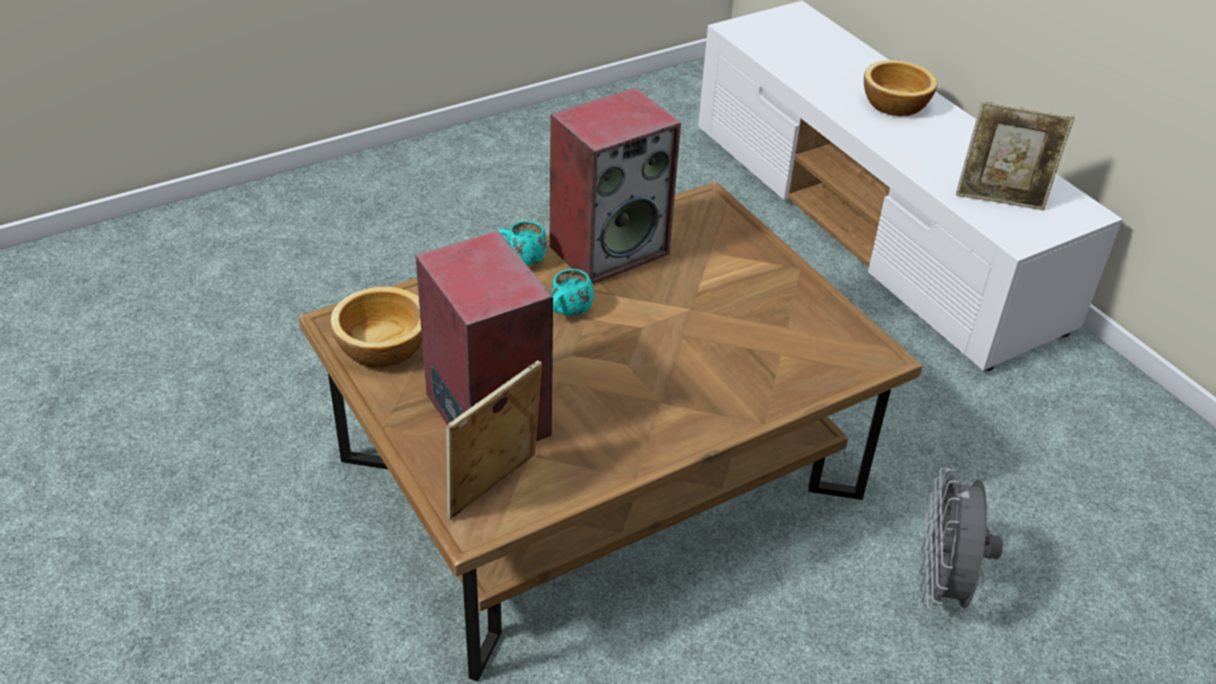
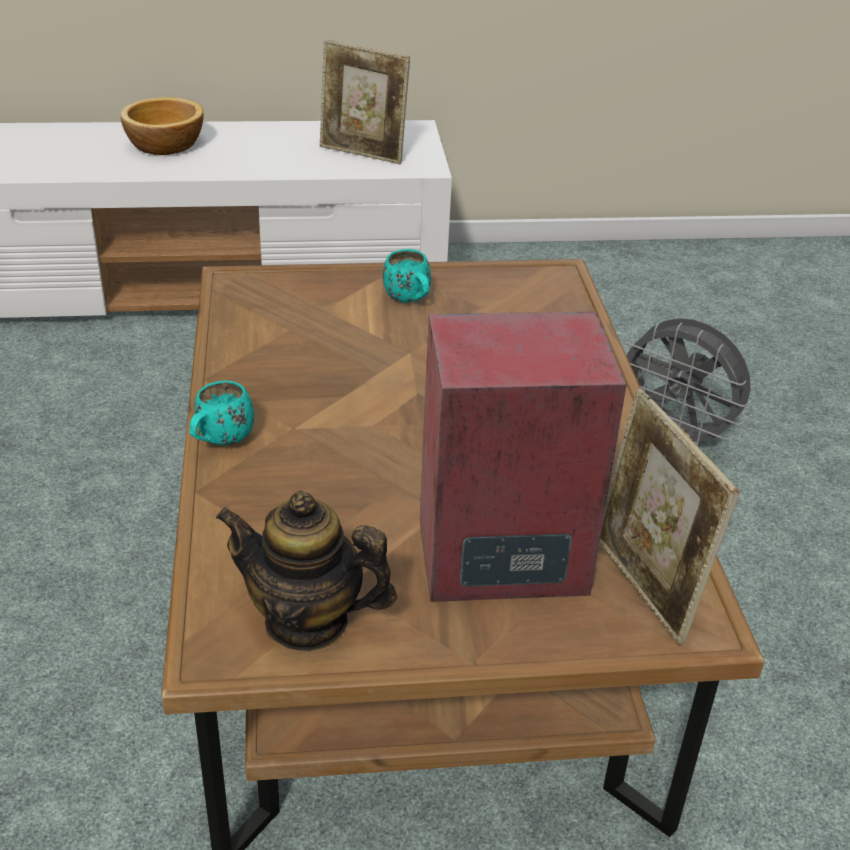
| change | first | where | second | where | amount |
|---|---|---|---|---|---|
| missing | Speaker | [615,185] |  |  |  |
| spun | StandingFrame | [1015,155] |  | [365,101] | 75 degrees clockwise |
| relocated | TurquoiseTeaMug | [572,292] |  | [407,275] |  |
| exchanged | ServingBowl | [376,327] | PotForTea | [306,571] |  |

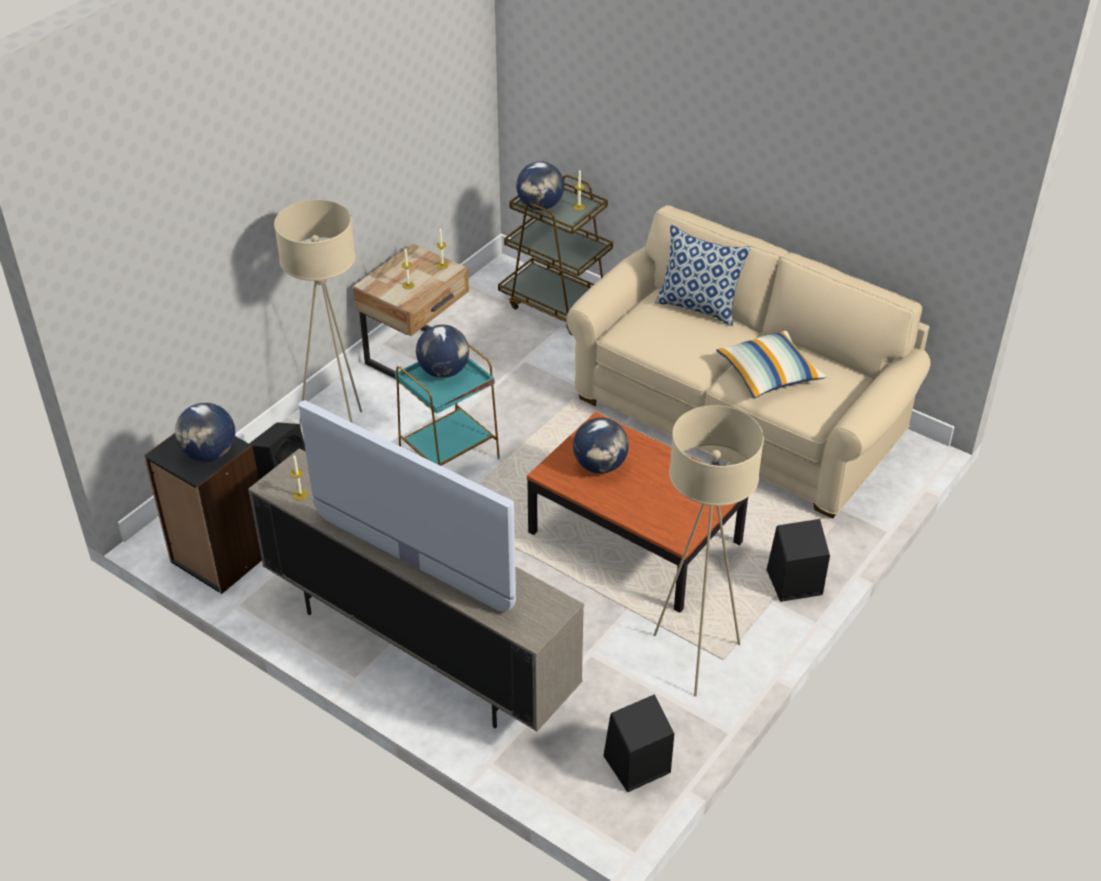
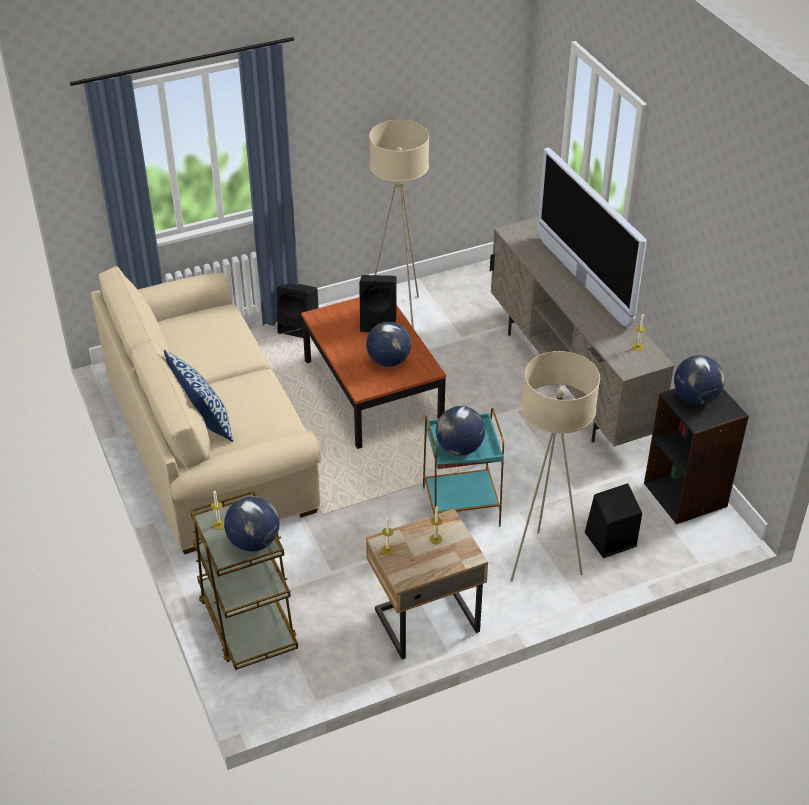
| change | first | where | second | where | amount |
|---|---|---|---|---|---|
| missing | ThrowPillow | [771,364] |  |  |  |
| relocated | BlackColouredSpeaker | [638,743] |  | [378,303] |  |

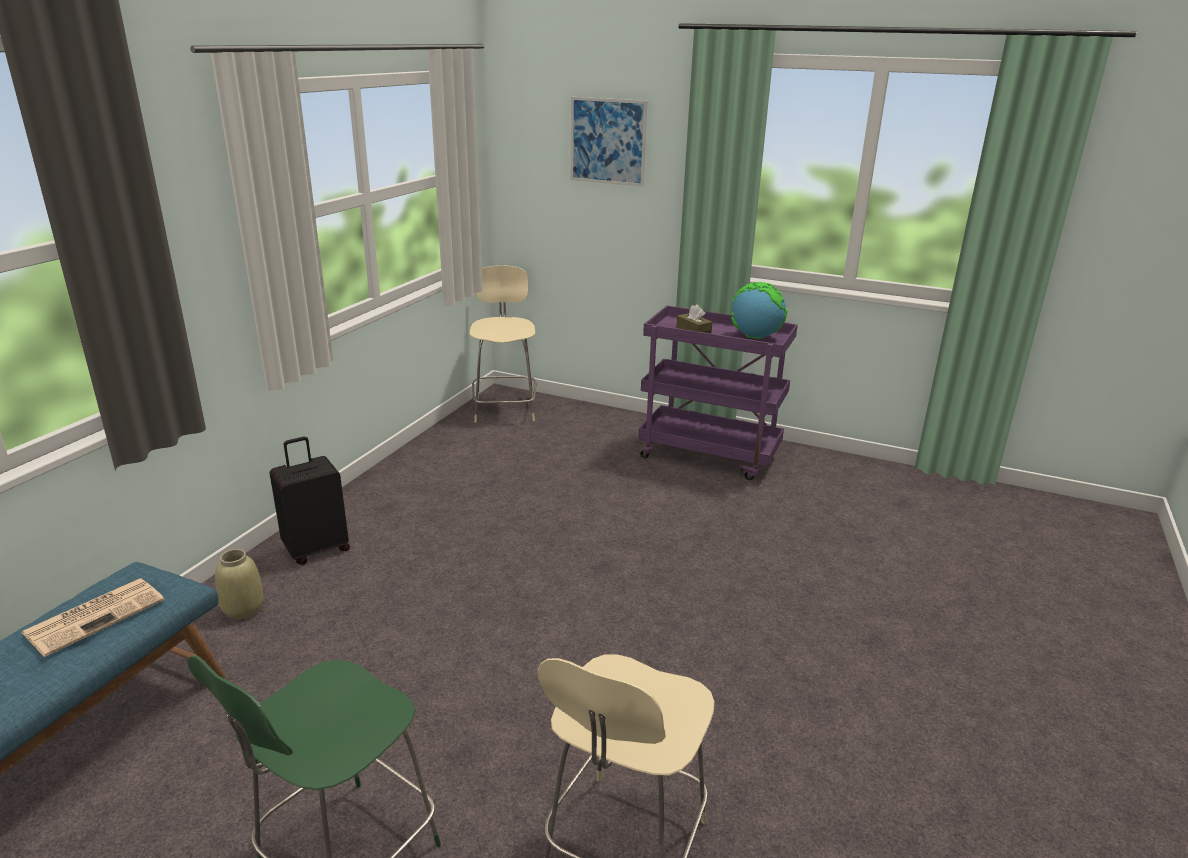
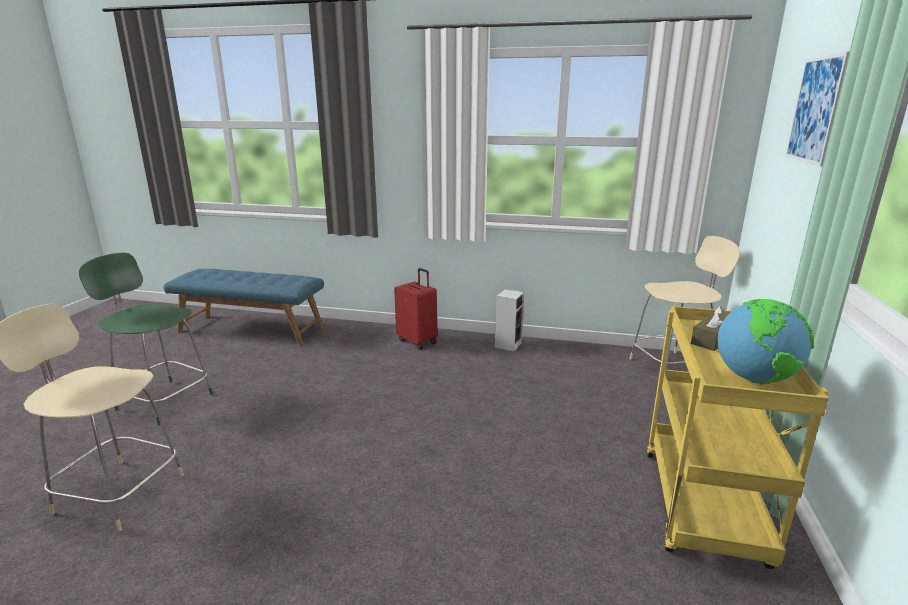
| change | first | where | second | where | amount |
|---|---|---|---|---|---|
| colour | PurpleColouredTrolley | [718,393] | YellowishTrolley | [738,437] |  |
| colour | BlackColouredPieceOfLuggage | [310,500] | ReddishPieceOfLuggage | [415,309] |  |
| missing | BeigeColouredVase | [239,584] |  |  |  |
| missing | DailyPaper | [93,617] |  |  |  |
| appeared |  |  | Speaker | [509,320] |  |

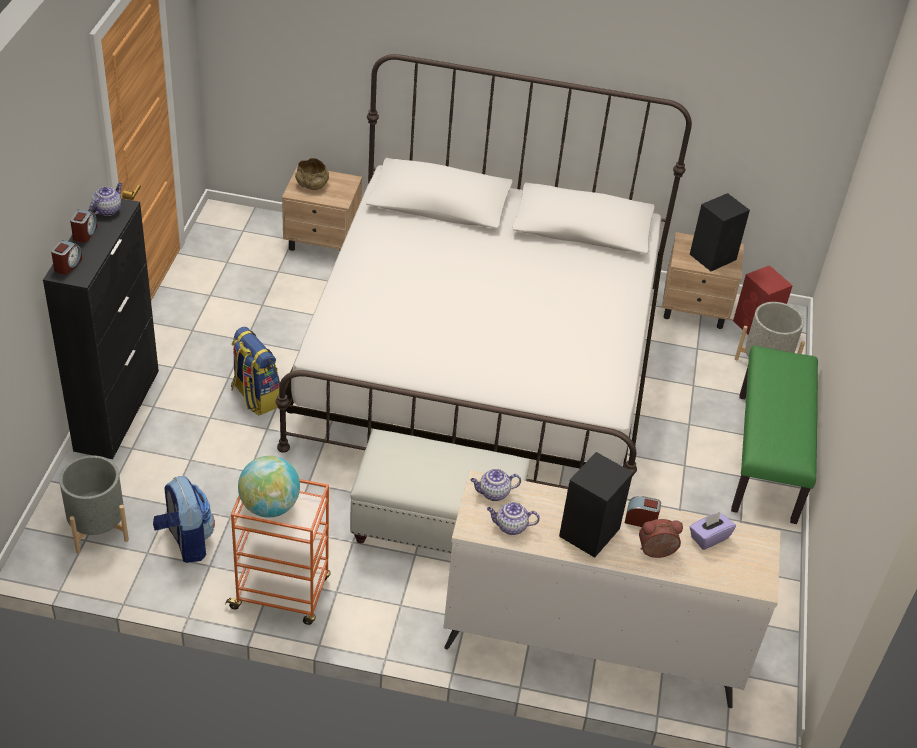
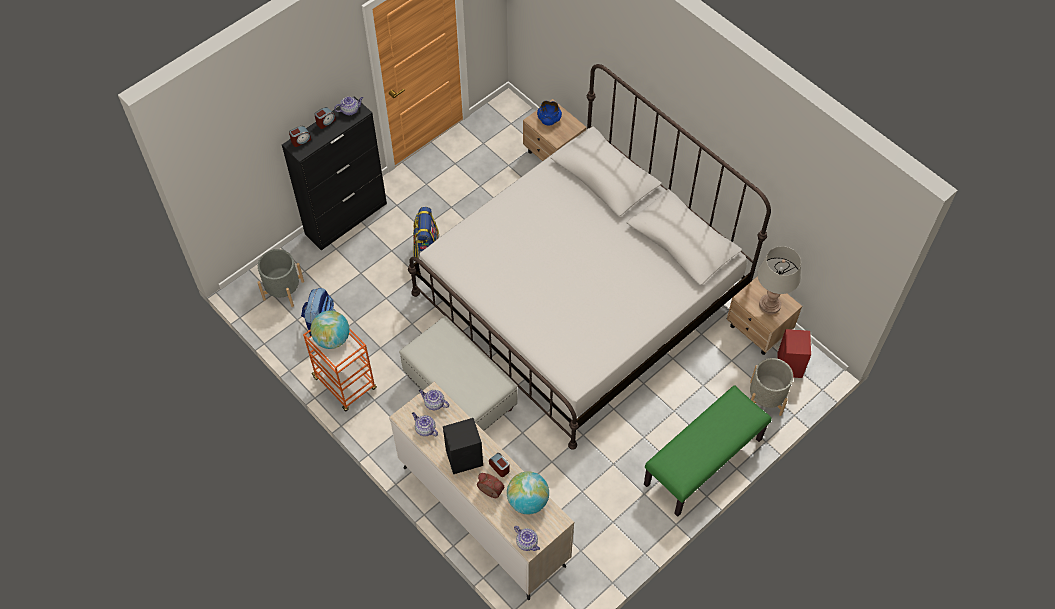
| change | first | where | second | where | amount |
|---|---|---|---|---|---|
| colour | BeigeColouredServingBowl | [312,174] | BluishServingBowl | [549,113] |  |
| exchanged | BlackColouredSpeaker | [720,232] | GreyishTableLamp | [779,280] |  |
| exchanged | PurpleColouredTissueBox | [713,531] | WorldGlobe | [528,492] |  |
| appeared |  |  | PotForTea | [527,538] |  |

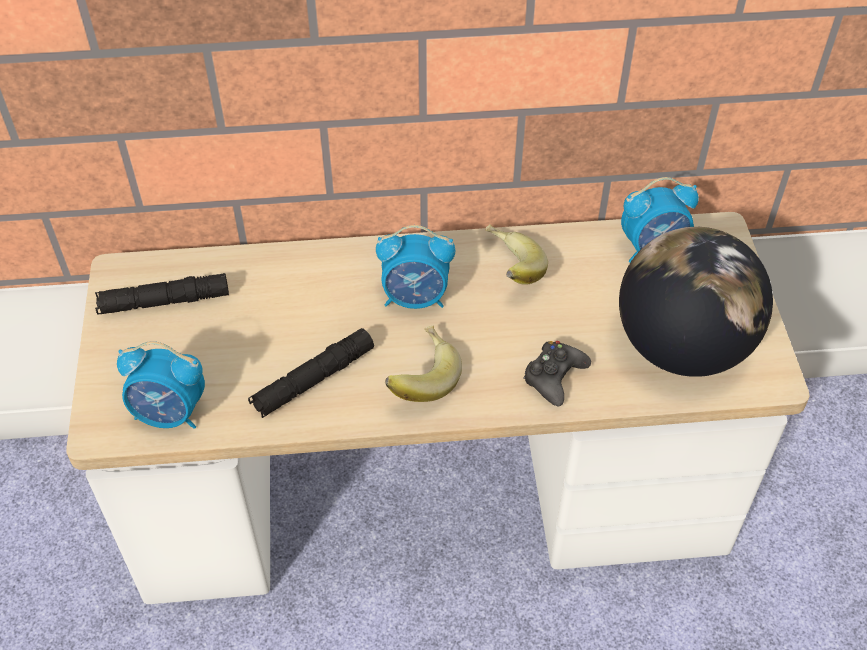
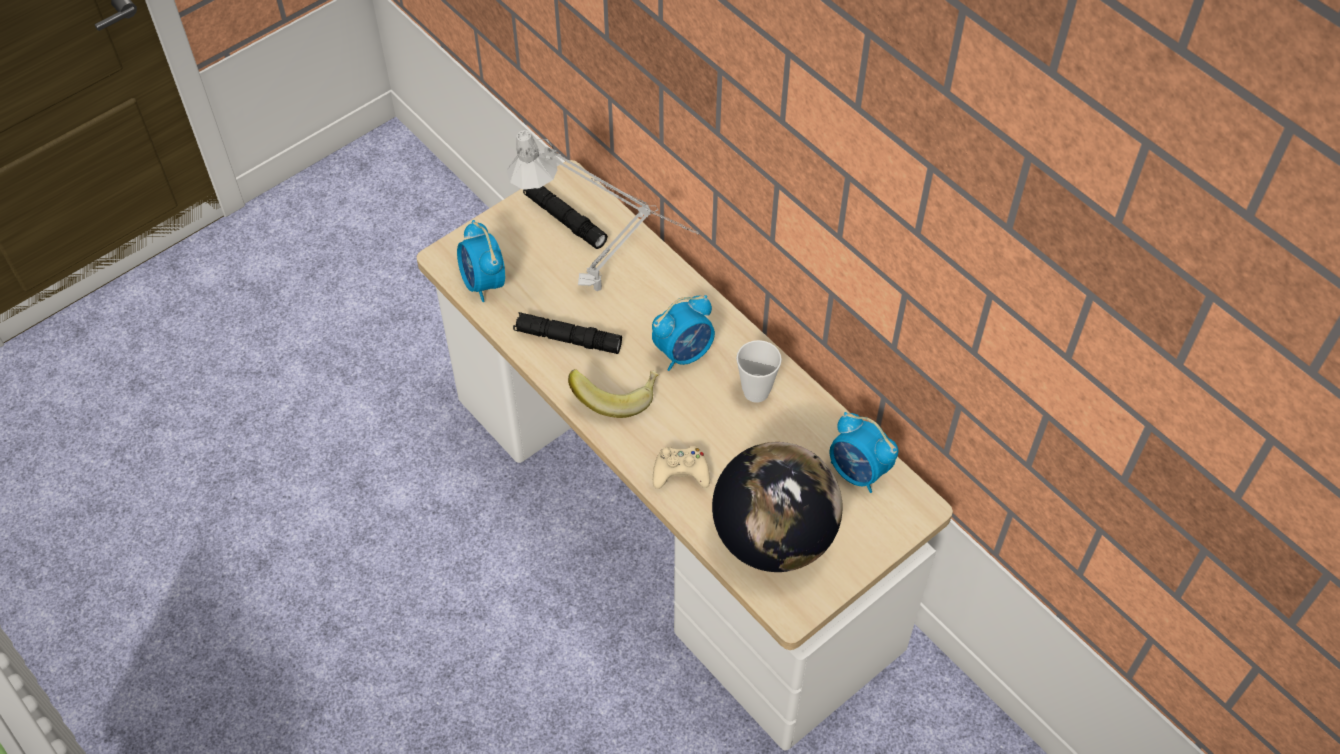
| change | first | where | second | where | amount |
|---|---|---|---|---|---|
| exchanged | WholeBanana | [517,254] | Cup | [759,371] |  |
| spun | TableClock | [415,267] |  | [683,333] | 90 degrees counterclockwise |
| colour | BlackColouredGamepad | [557,374] | BeigeColouredGamepad | [681,467] |  |
| appeared |  |  | GreyishTableLamp | [602,210] |  |

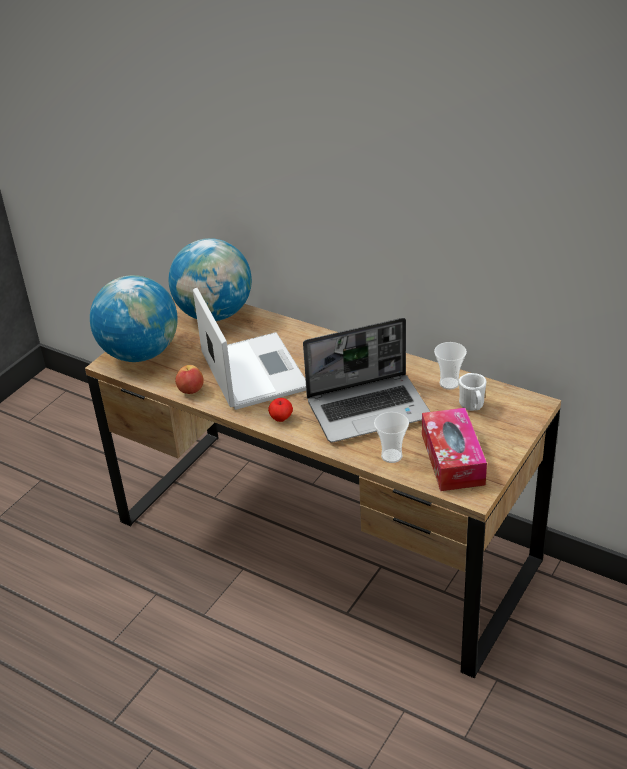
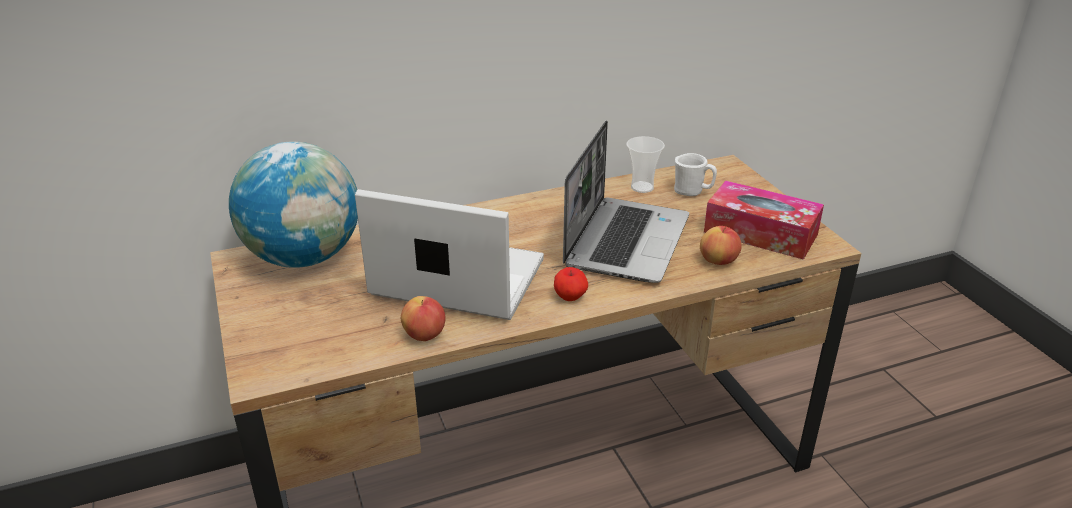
| change | first | where | second | where | amount |
|---|---|---|---|---|---|
| missing | WorldGlobe | [134,318] |  |  |  |
| exchanged | Cup | [391,437] | WholeApple | [721,245] |  |

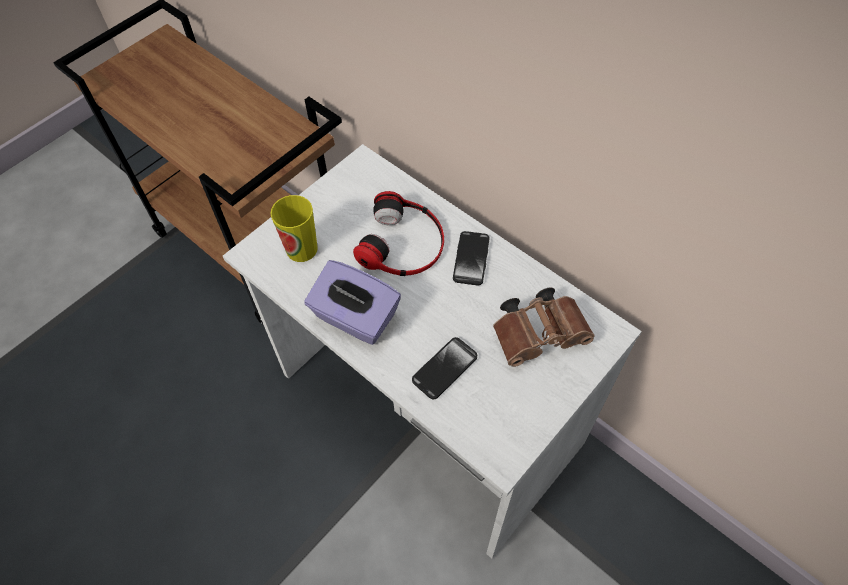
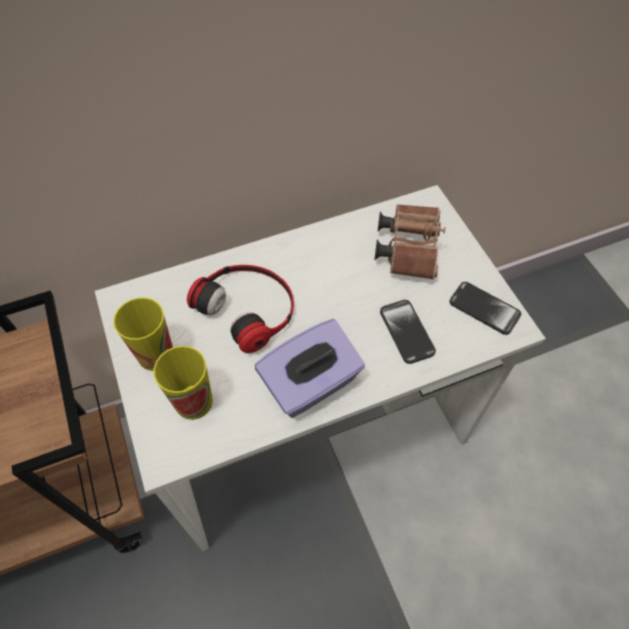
| change | first | where | second | where | amount |
|---|---|---|---|---|---|
| relocated | Handset | [471,258] |  | [485,308] |  |
| appeared |  |  | Cup | [143,334] |  |

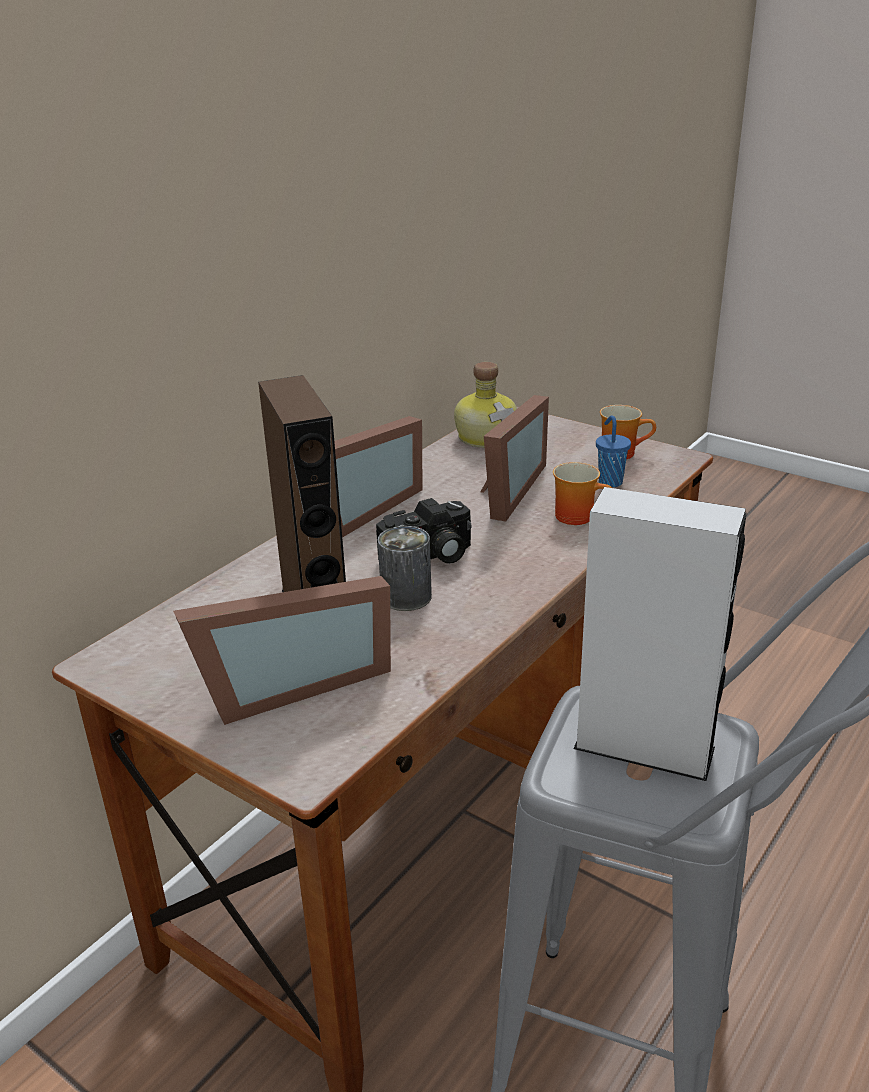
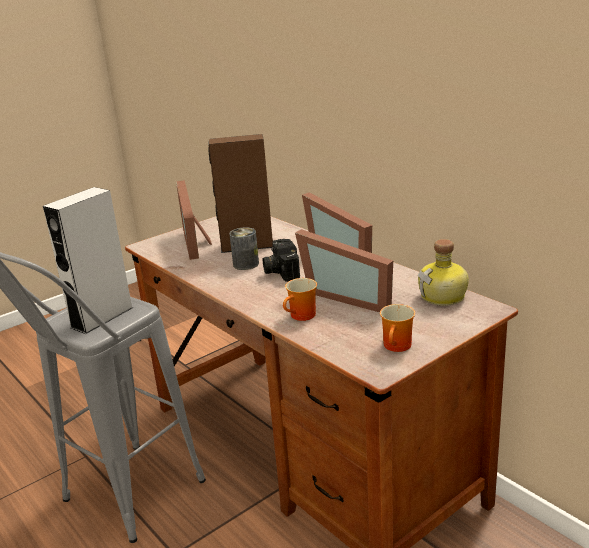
| change | first | where | second | where | amount |
|---|---|---|---|---|---|
| missing | BluishCup | [613,451] |  |  |  |

